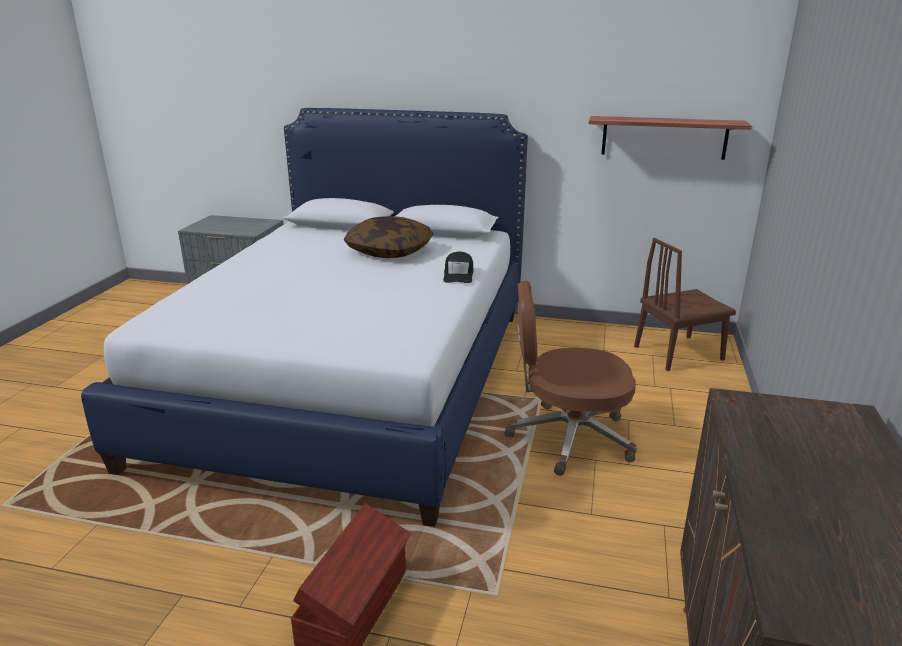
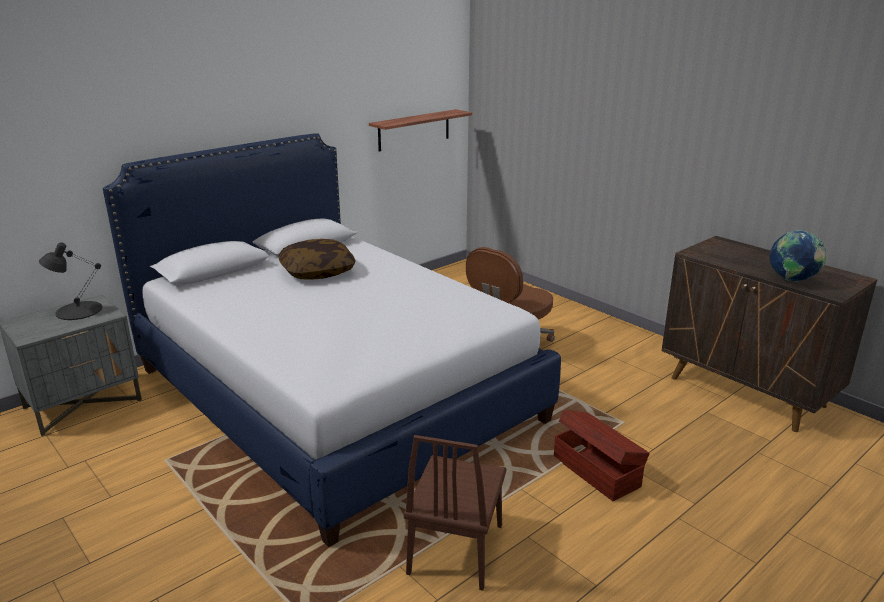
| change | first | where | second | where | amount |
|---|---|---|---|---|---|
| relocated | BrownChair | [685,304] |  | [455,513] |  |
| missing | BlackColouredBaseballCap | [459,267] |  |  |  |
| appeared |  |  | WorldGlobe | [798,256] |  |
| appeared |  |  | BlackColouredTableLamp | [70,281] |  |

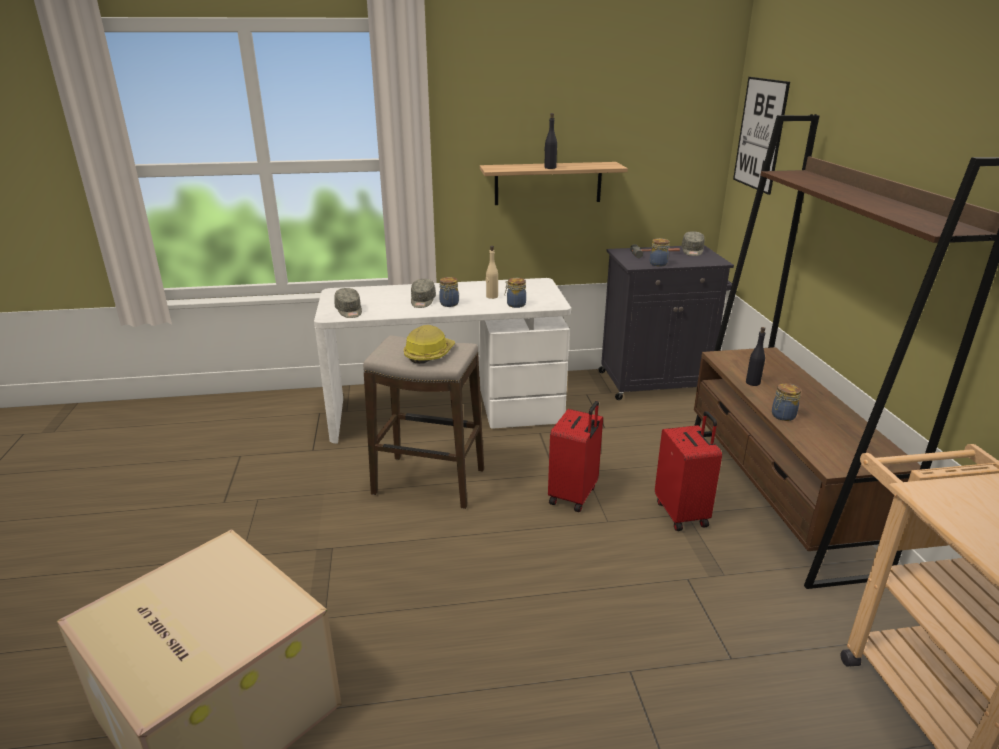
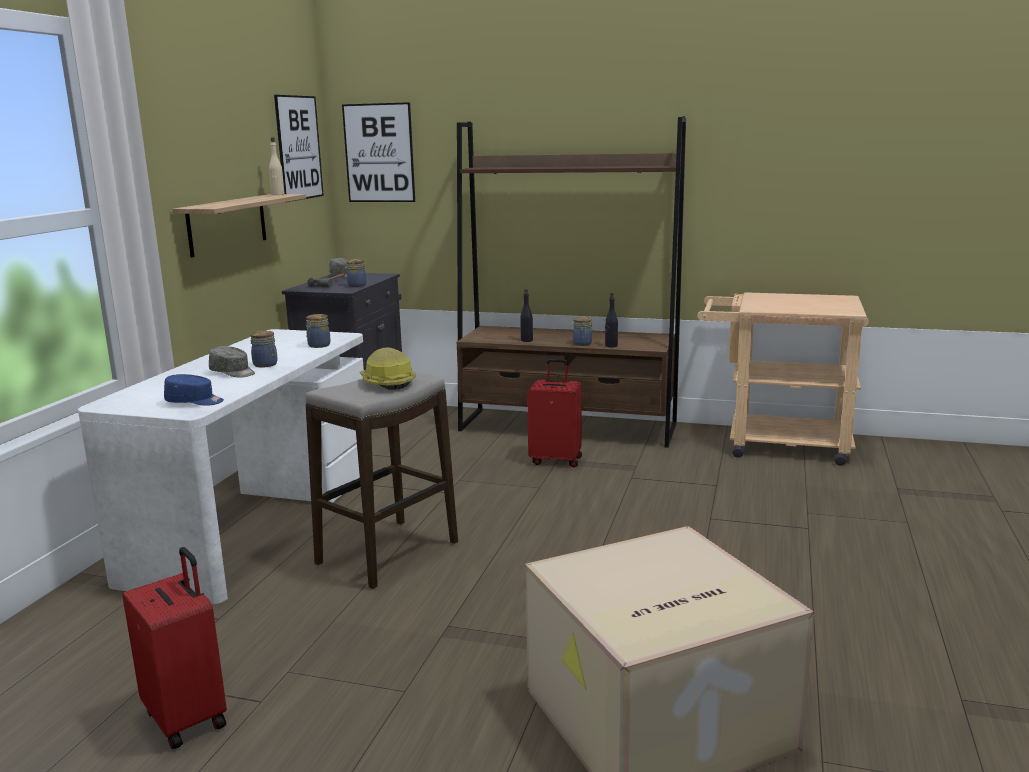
| change | first | where | second | where | amount |
|---|---|---|---|---|---|
| relocated | BlackColouredBeverageBottle | [550,141] |  | [611,320] |  |
| relocated | BeigeColouredBeverageBottle | [492,272] |  | [277,166] |  |
| colour | GreyishBaseballCap | [348,303] | BluishBaseballCap | [194,390] |  |
| relocated | ReddishPieceOfLuggage | [575,456] |  | [174,648] |  |
| appeared |  |  | WallArt | [299,148] |  |

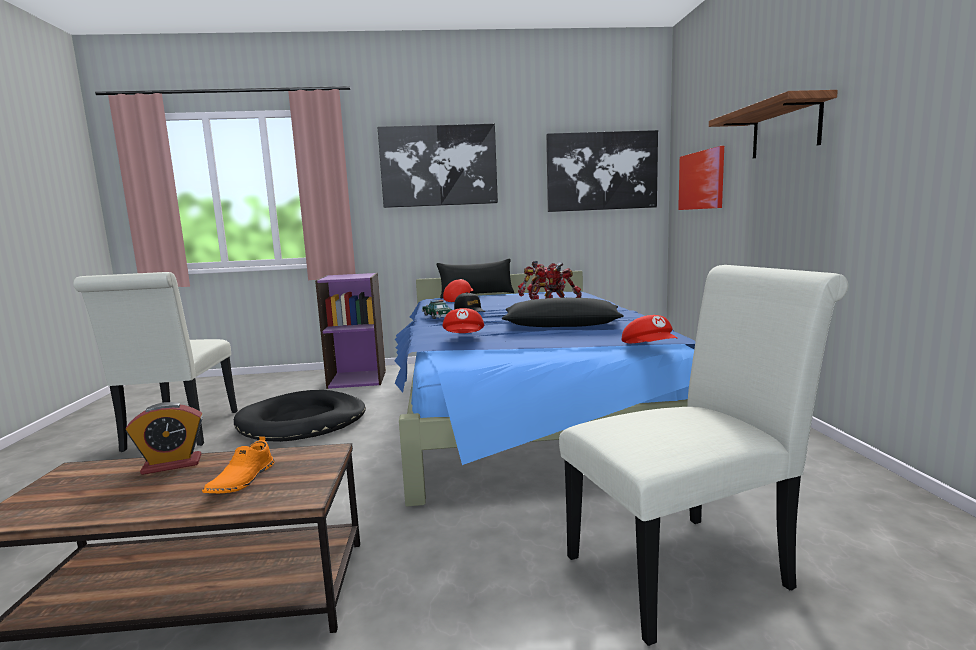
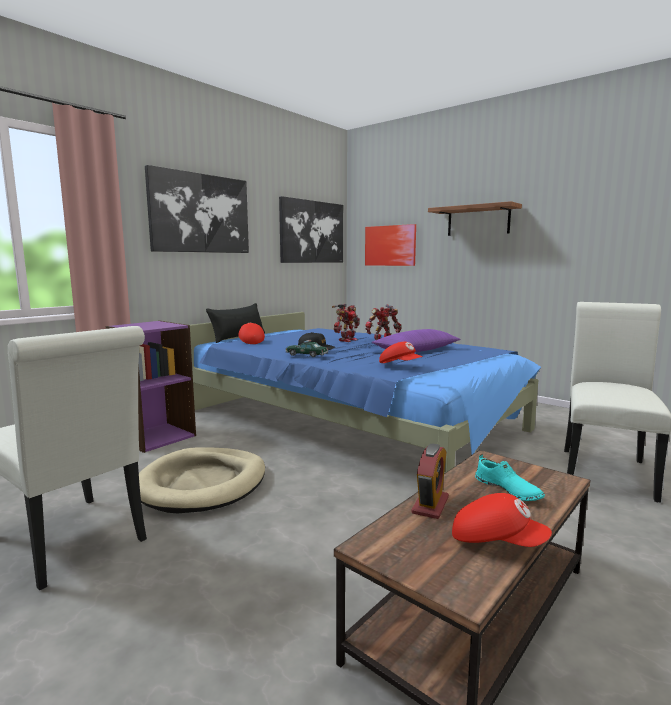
| change | first | where | second | where | amount |
|---|---|---|---|---|---|
| colour | BlackColouredThrowPillow | [563,312] | PurpleColouredThrowPillow | [416,340] |  |
| relocated | ReddishBaseballCap | [650,329] |  | [502,520] |  |
| colour | BlackColouredPetBed | [300,416] | BeigeColouredPetBed | [202,480] |  |
| colour | OrangeItemOfFootwear | [238,464] | TurquoiseItemOfFootwear | [510,477] |  |

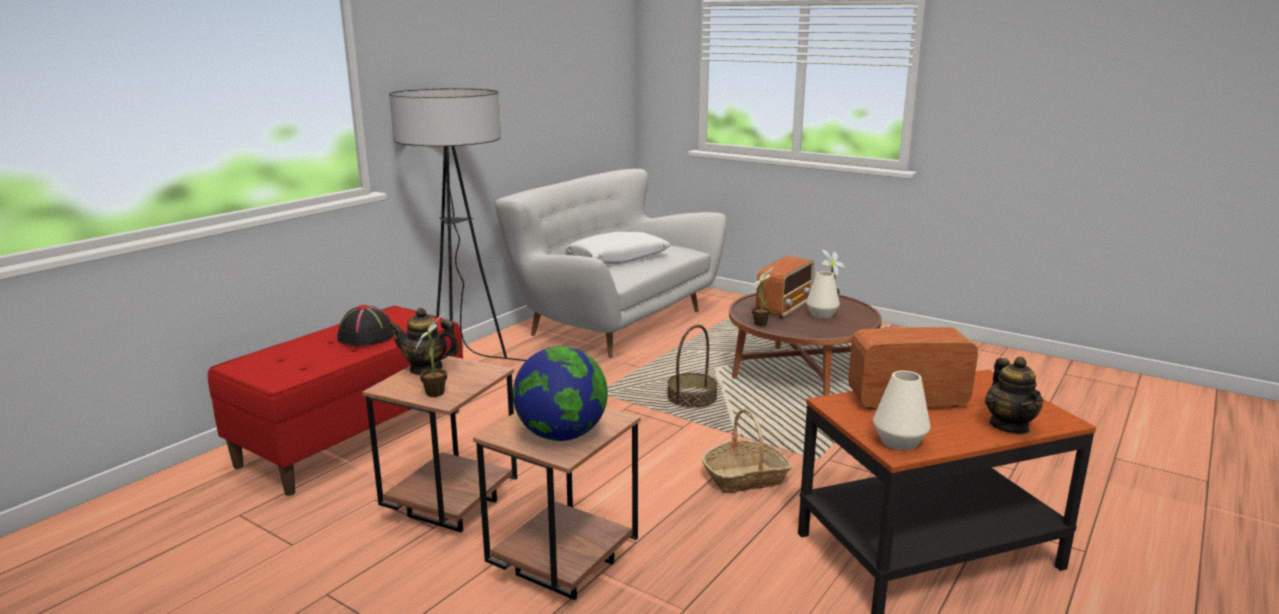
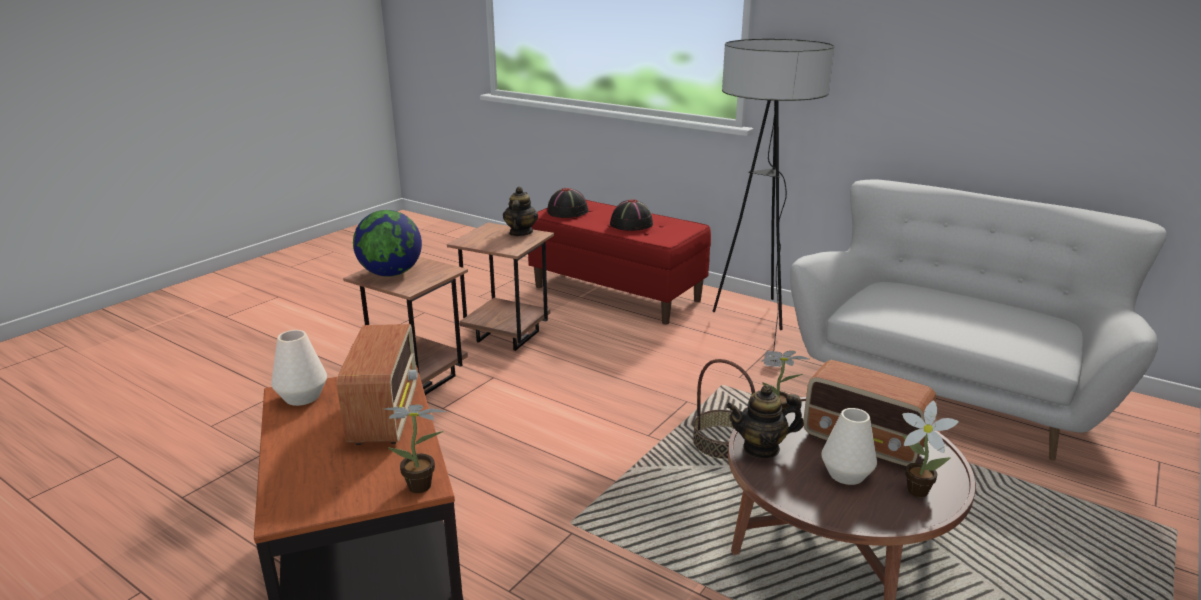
| change | first | where | second | where | amount |
|---|---|---|---|---|---|
| missing | WhitishThrowPillow | [618,248] |  |  |  |
| relocated | PottedPlant | [431,354] |  | [415,449] |  |
| relocated | PotForTea | [1014,395] |  | [765,422] |  |
| missing | HouseholdBasket | [747,451] |  |  |  |
| appeared |  |  | BlackColouredHat | [568,203] |  |

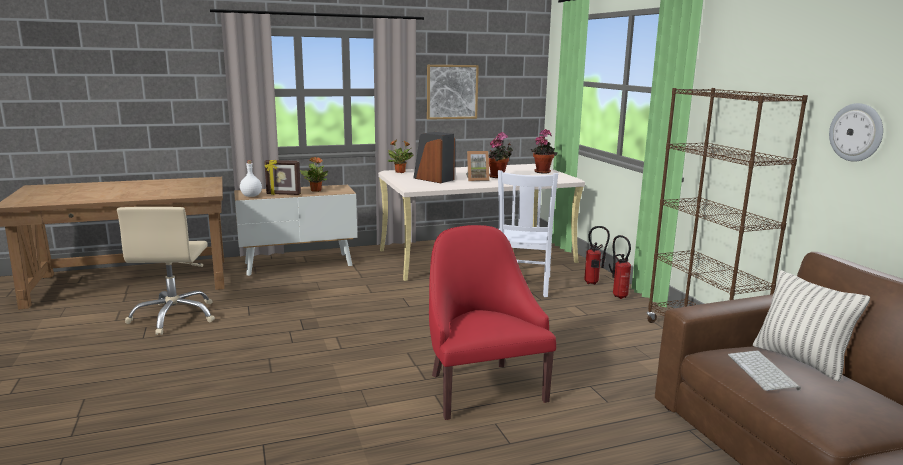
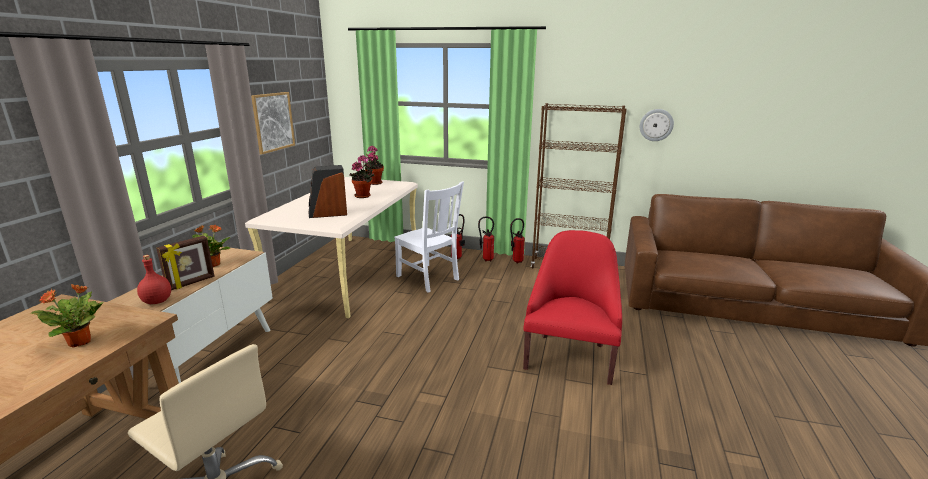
| change | first | where | second | where | amount |
|---|---|---|---|---|---|
| relocated | PottedPlant | [401,156] |  | [67,316] |  |
| missing | StandingFrame | [478,166] |  |  |  |
| colour | WhitishBeverageBottle | [251,178] | ReddishBeverageBottle | [154,279] |  |
| spun | ReddishArmchair | [492,322] |  | [572,307] | 90 degrees clockwise |
| missing | ThrowPillow | [811,326] |  |  |  |
| missing | Keyboard | [764,370] |  |  |  |
| appeared |  |  | FireFightingCylinder | [517,240] |  |

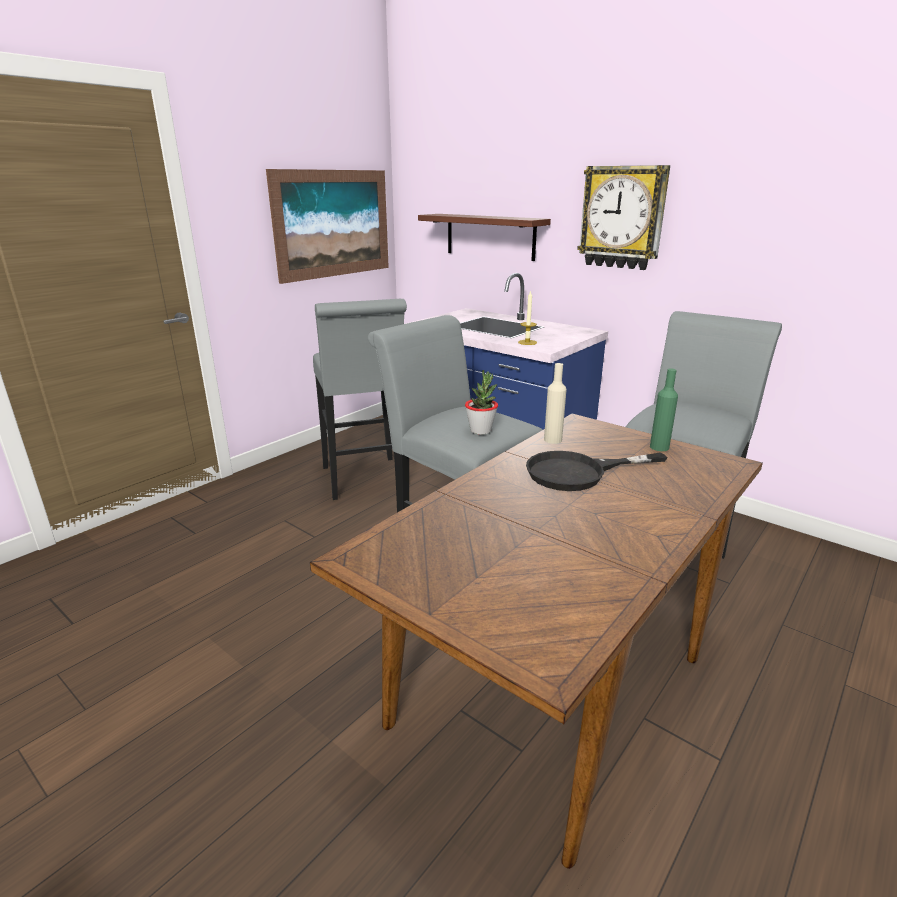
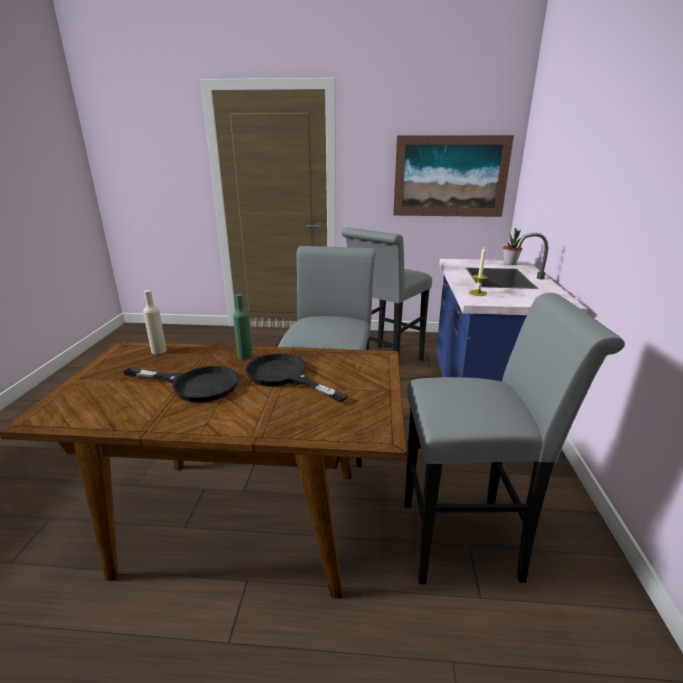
| change | first | where | second | where | amount |
|---|---|---|---|---|---|
| missing | HangingClock | [623,217] |  |  |  |
| missing | Shelf | [484,237] |  |  |  |
| relocated | BeigeColouredBeverageBottle | [555,403] |  | [155,322] |  |
| relocated | GreenBeverageBottle | [664,410] |  | [243,327] |  |
| relocated | PottedPlant | [481,402] |  | [512,246] |  |
| appeared |  |  | BlackColouredPan | [180,384] |  |

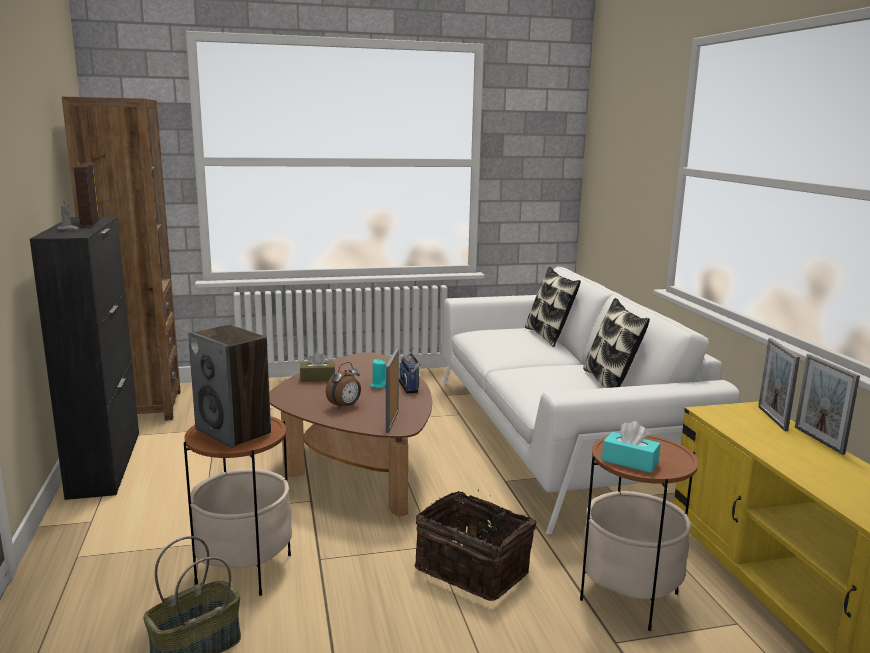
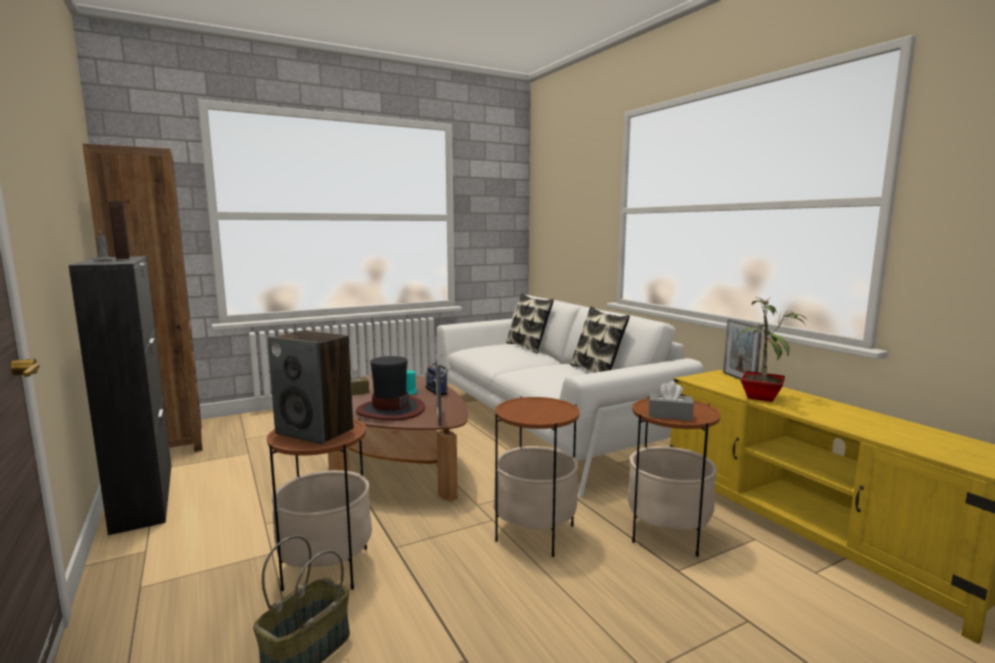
| change | first | where | second | where | amount |
|---|---|---|---|---|---|
| missing | StandingFrame | [827,404] |  |  |  |
| exchanged | TableClock | [343,385] | Hat | [390,388] |  |
| colour | TurquoiseTissueBox | [631,447] | GreyishTissueBox | [671,401] |  |
| exchanged | HouseholdBasket | [475,545] | SideTable | [537,477] |  |
| appeared |  |  | PottedPlant | [771,349] |  |

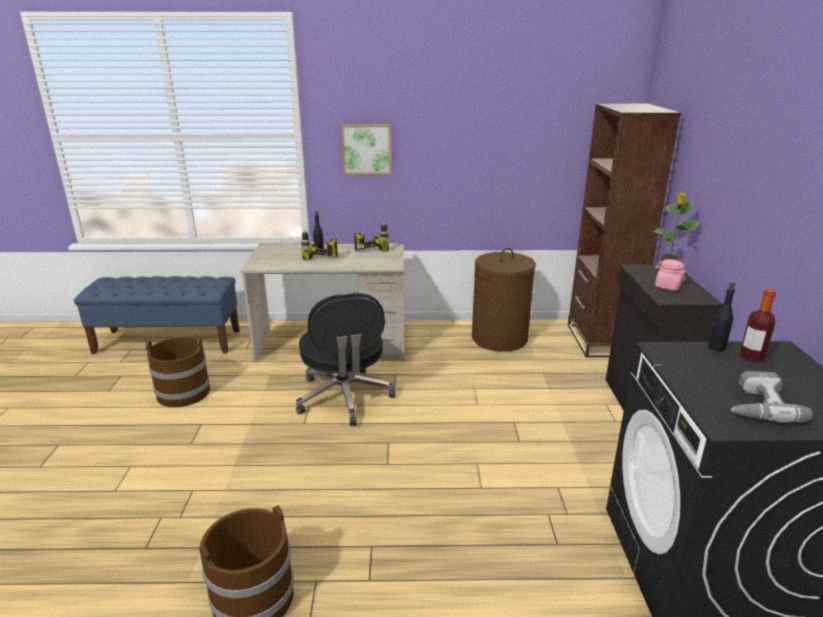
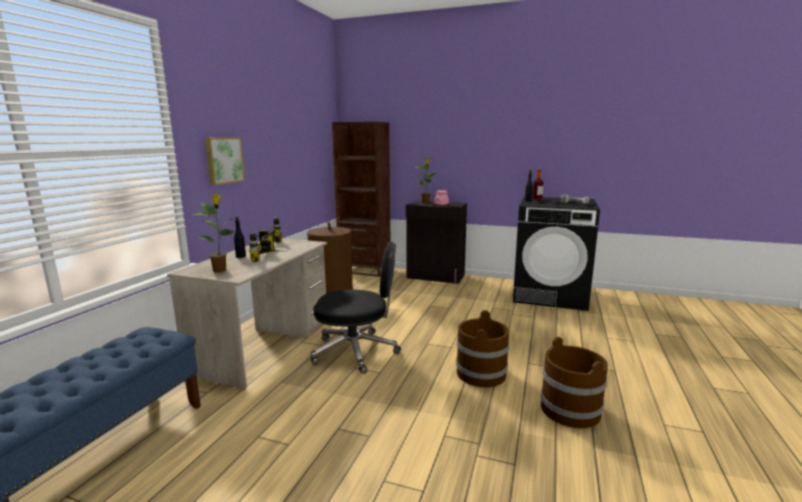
| change | first | where | second | where | amount |
|---|---|---|---|---|---|
| relocated | BrownBucket | [178,372] |  | [482,348] |  |
| appeared |  |  | PottedPlant | [214,233] |  |

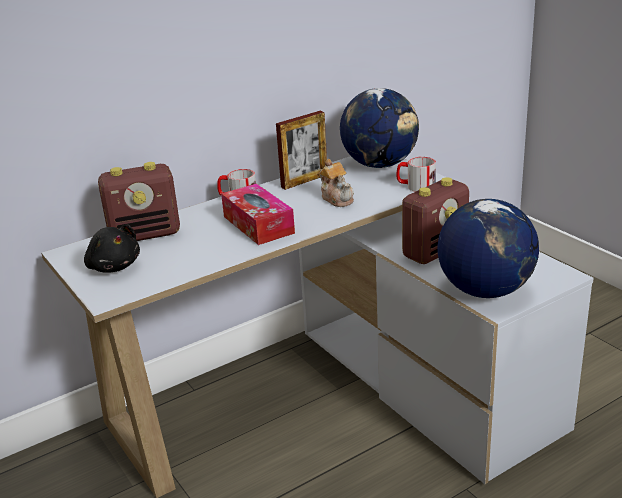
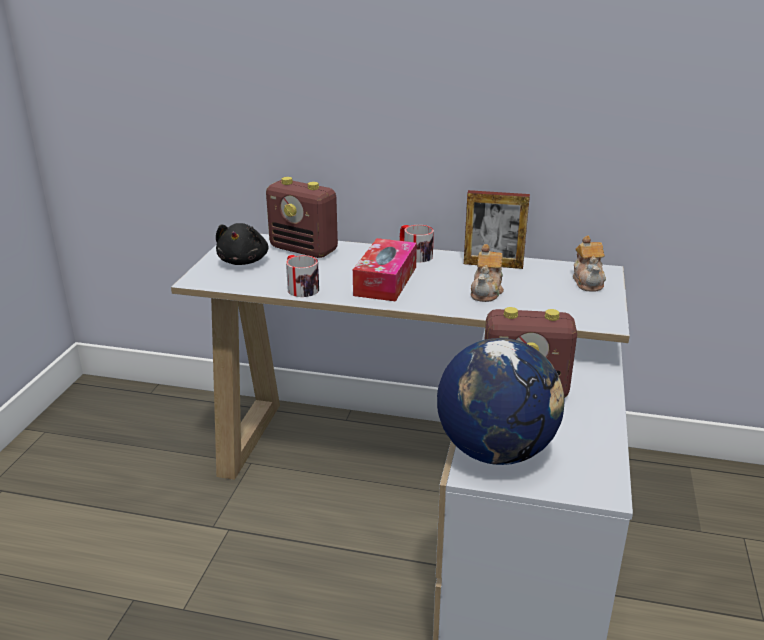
| change | first | where | second | where | amount |
|---|---|---|---|---|---|
| exchanged | WorldGlobe | [379,128] | PotForTea | [589,264] |  |
| relocated | TeaMug | [416,174] |  | [302,276] |  |

